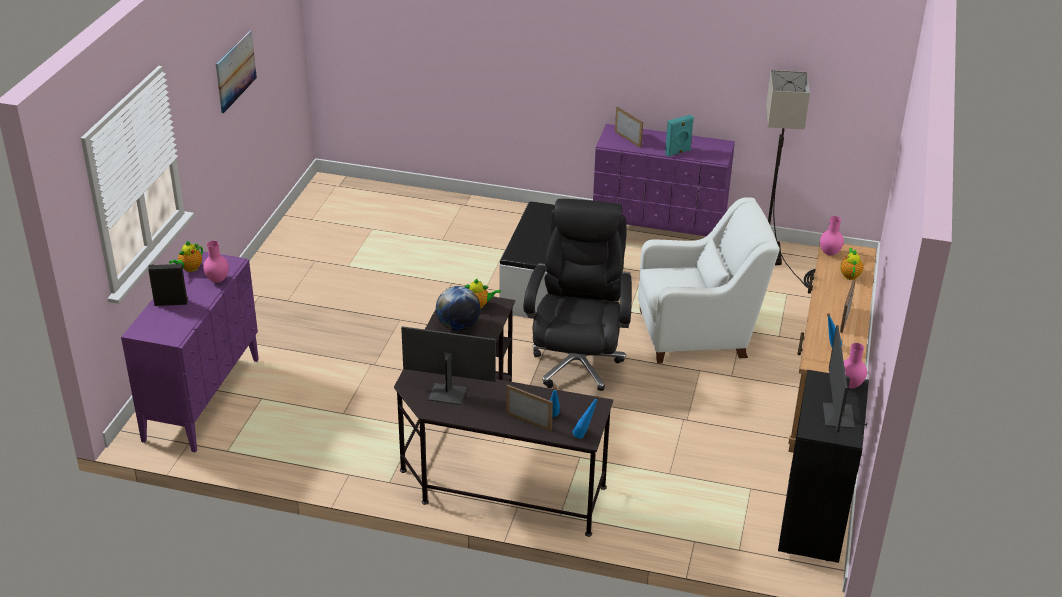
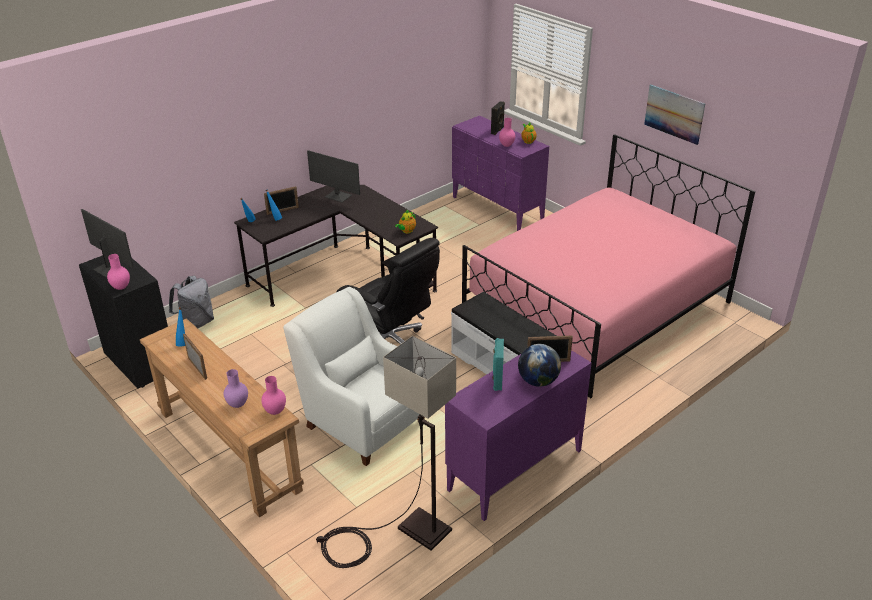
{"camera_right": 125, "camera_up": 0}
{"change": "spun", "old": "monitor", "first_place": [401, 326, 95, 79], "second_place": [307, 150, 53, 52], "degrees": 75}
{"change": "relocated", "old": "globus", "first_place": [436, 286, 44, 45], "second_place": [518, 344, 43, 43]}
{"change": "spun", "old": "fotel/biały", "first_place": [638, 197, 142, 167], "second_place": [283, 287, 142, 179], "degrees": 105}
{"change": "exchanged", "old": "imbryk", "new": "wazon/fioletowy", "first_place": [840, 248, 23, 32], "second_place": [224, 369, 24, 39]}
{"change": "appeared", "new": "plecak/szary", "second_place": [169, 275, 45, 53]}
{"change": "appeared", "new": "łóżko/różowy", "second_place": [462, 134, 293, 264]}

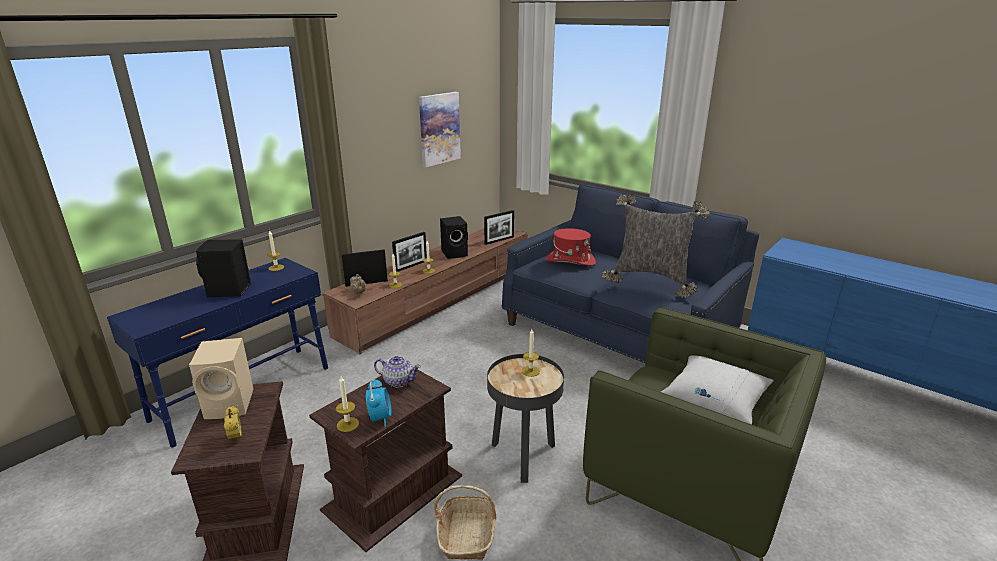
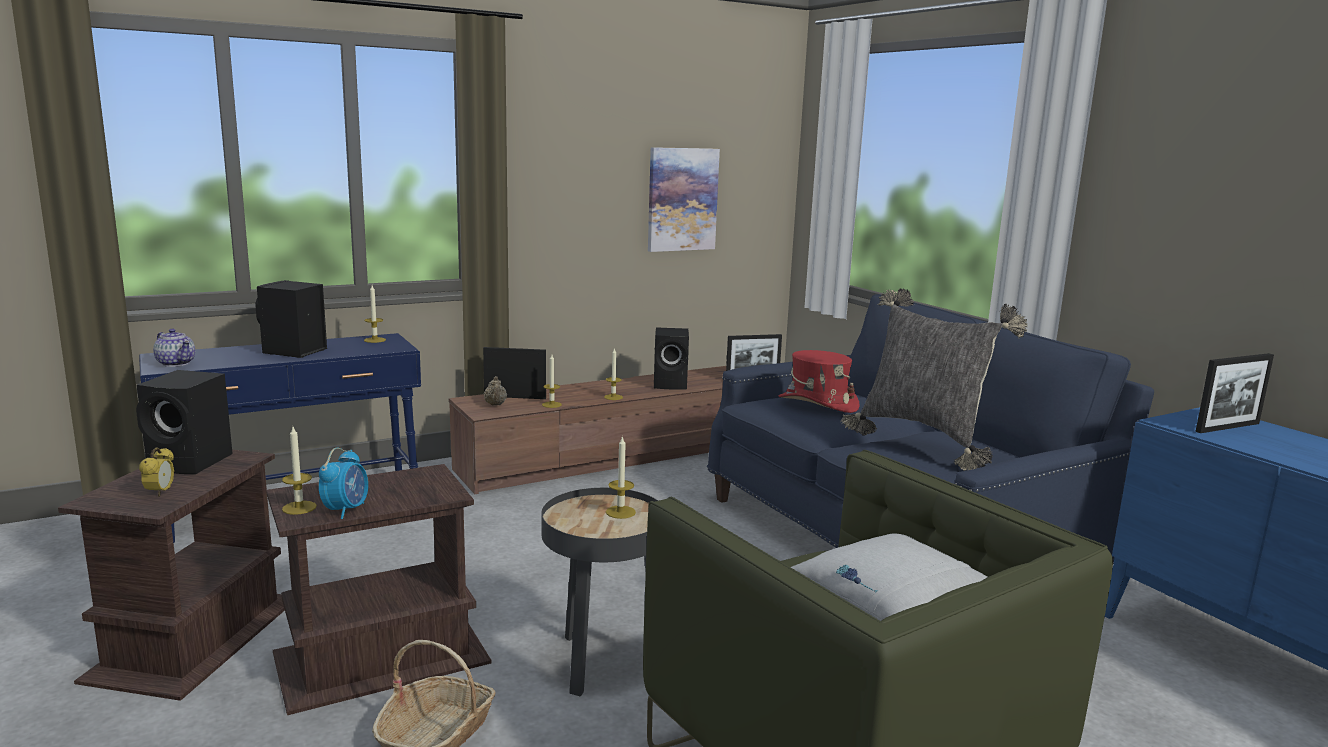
{"camera_right": 20, "camera_up": -10}
{"change": "colour", "old": "głośnik/beżowy", "new": "głośnik/czarny", "first_place": [189, 338, 64, 81], "second_place": [136, 370, 97, 104]}
{"change": "relocated", "old": "imbryk", "first_place": [374, 356, 47, 32], "second_place": [153, 329, 42, 38]}
{"change": "relocated", "old": "ramka na zdjęcie", "first_place": [392, 232, 35, 40], "second_place": [1195, 353, 79, 80]}

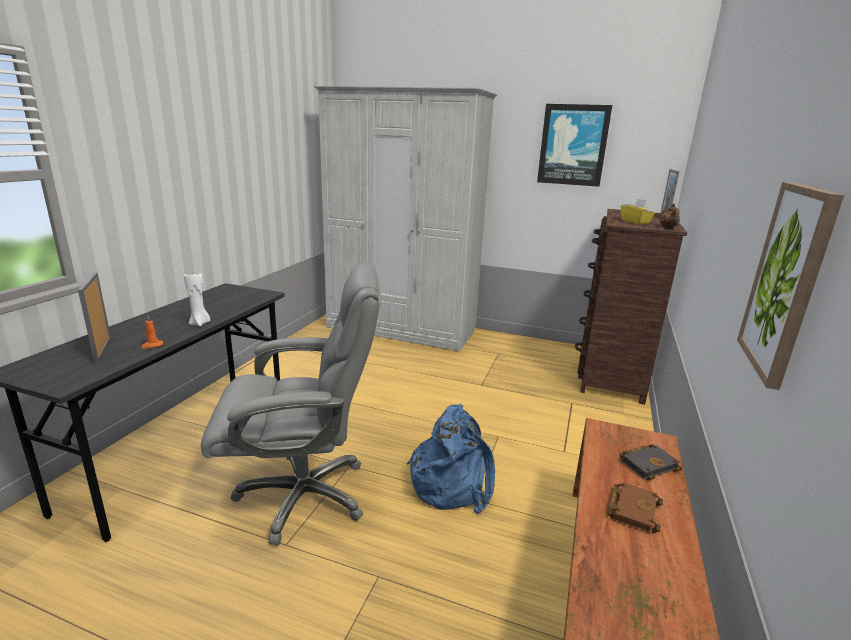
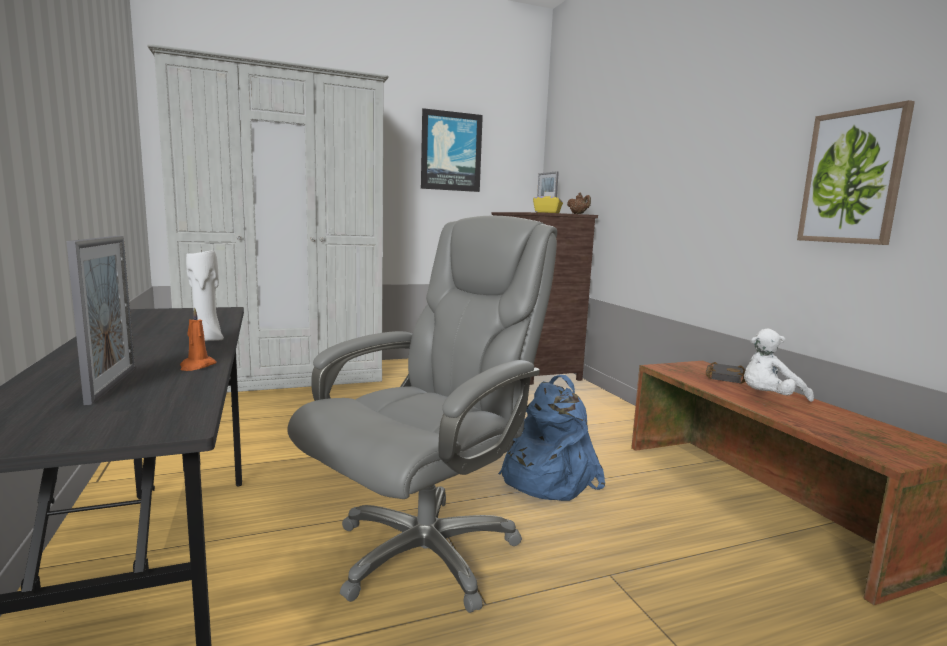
{"camera_right": -40, "camera_up": -10}
{"change": "spun", "old": "ramka na zdjęcie", "first_place": [78, 272, 33, 90], "second_place": [66, 236, 69, 169], "degrees": -135}
{"change": "exchanged", "old": "książka/brązowy", "new": "pluszak/biały", "first_place": [607, 483, 56, 51], "second_place": [744, 329, 70, 73]}

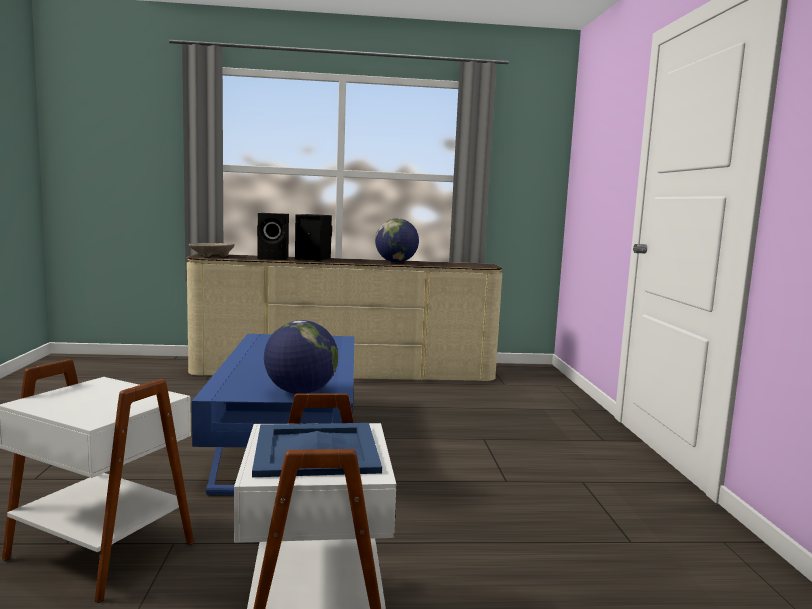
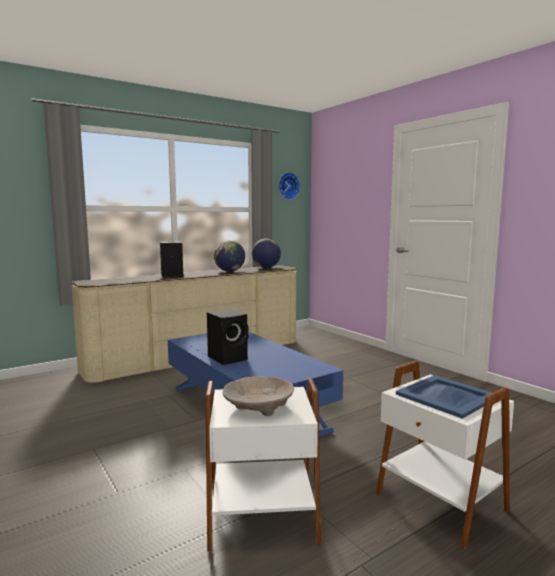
{"camera_right": -30, "camera_up": 0}
{"change": "relocated", "old": "miska/beżowy", "first_place": [189, 243, 46, 14], "second_place": [222, 376, 72, 40]}
{"change": "relocated", "old": "głośnik/czarny", "first_place": [257, 213, 32, 47], "second_place": [207, 309, 42, 56]}
{"change": "relocated", "old": "globus", "first_place": [264, 320, 74, 74], "second_place": [252, 239, 29, 29]}
{"change": "appeared", "new": "zegar ścienny", "second_place": [278, 172, 22, 28]}

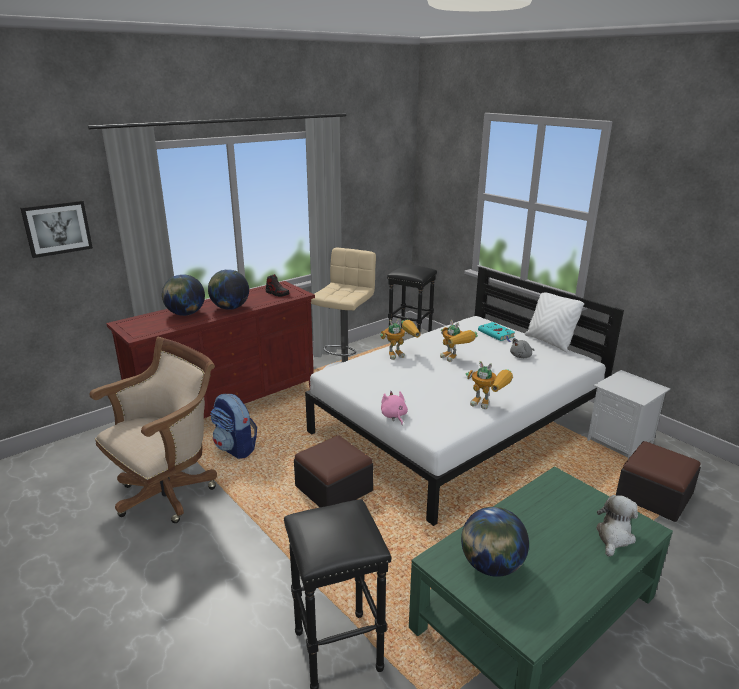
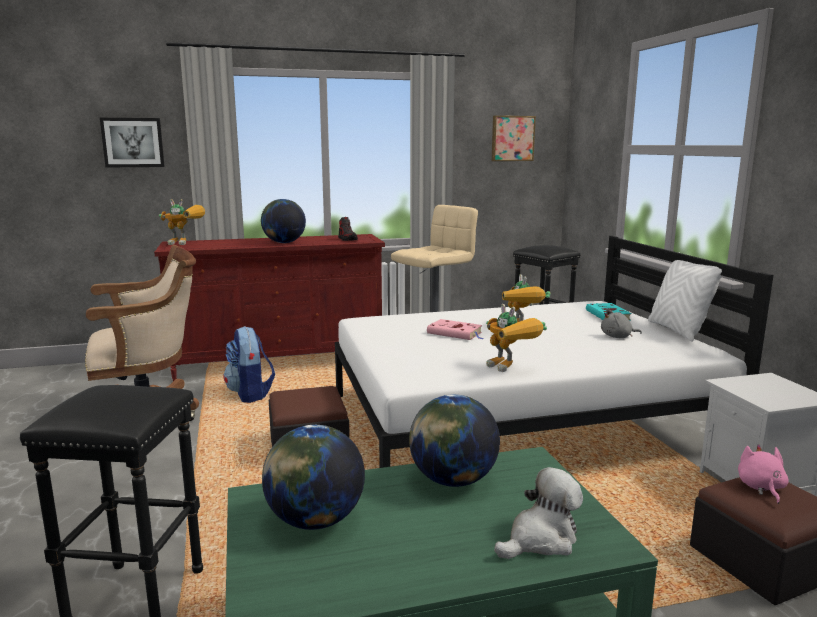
{"camera_right": 25, "camera_up": -10}
{"change": "relocated", "old": "globus", "first_place": [162, 274, 43, 42], "second_place": [409, 394, 91, 93]}
{"change": "relocated", "old": "robot zabawkowy", "first_place": [380, 318, 41, 42], "second_place": [159, 199, 46, 46]}
{"change": "relocated", "old": "pluszak/różowy", "first_place": [381, 391, 27, 34], "second_place": [738, 444, 51, 60]}
{"change": "appeared", "new": "książka/różowy", "second_place": [427, 319, 58, 21]}
{"change": "appeared", "new": "obraz", "second_place": [492, 116, 44, 45]}

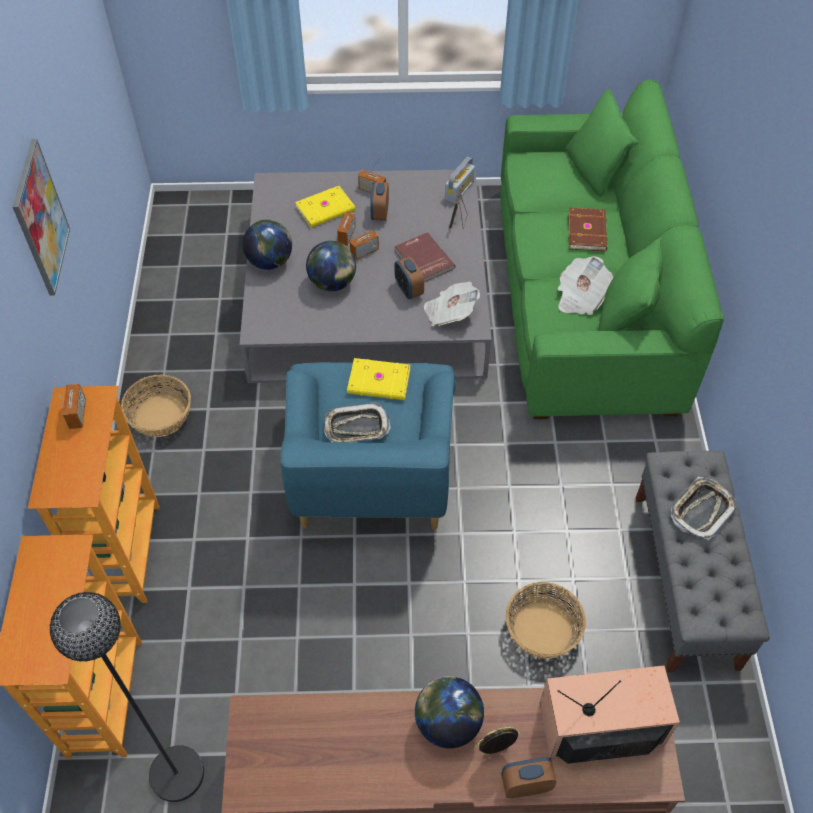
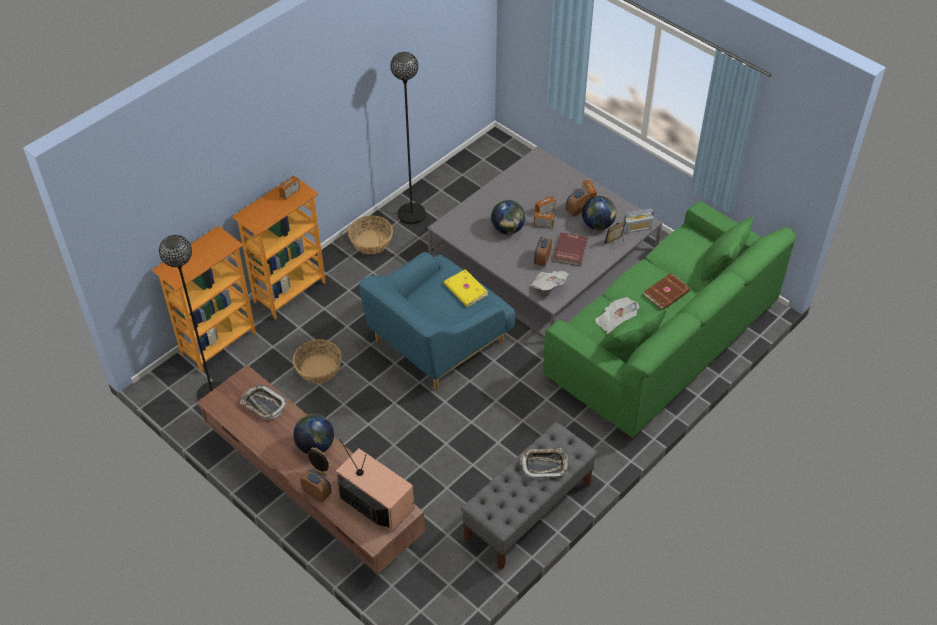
{"camera_right": 45, "camera_up": -5}
{"change": "missing", "old": "obraz", "first_place": [13, 139, 57, 156]}
{"change": "relocated", "old": "globus", "first_place": [243, 219, 49, 51], "second_place": [582, 196, 34, 34]}
{"change": "missing", "old": "książka/żółty", "first_place": [295, 186, 61, 42]}
{"change": "relocated", "old": "taca", "first_place": [324, 403, 67, 39], "second_place": [240, 385, 47, 34]}
{"change": "relocated", "old": "koszyk", "first_place": [506, 582, 80, 76], "second_place": [293, 340, 49, 43]}
{"change": "appeared", "new": "lampa stojąca/czarny", "second_place": [390, 52, 36, 172]}

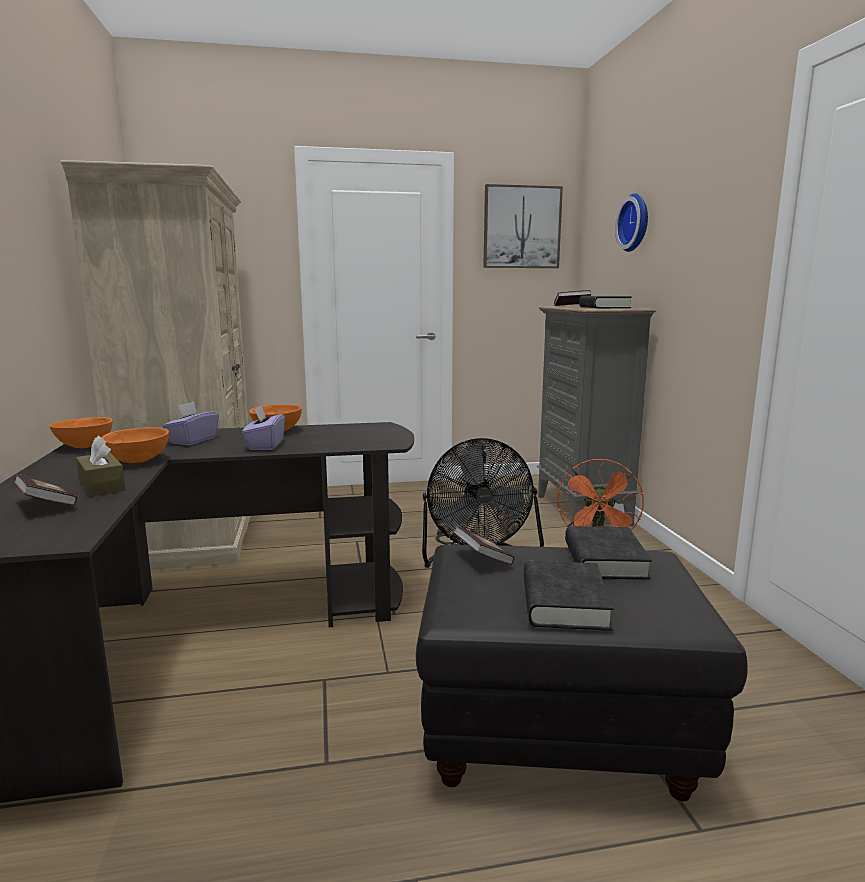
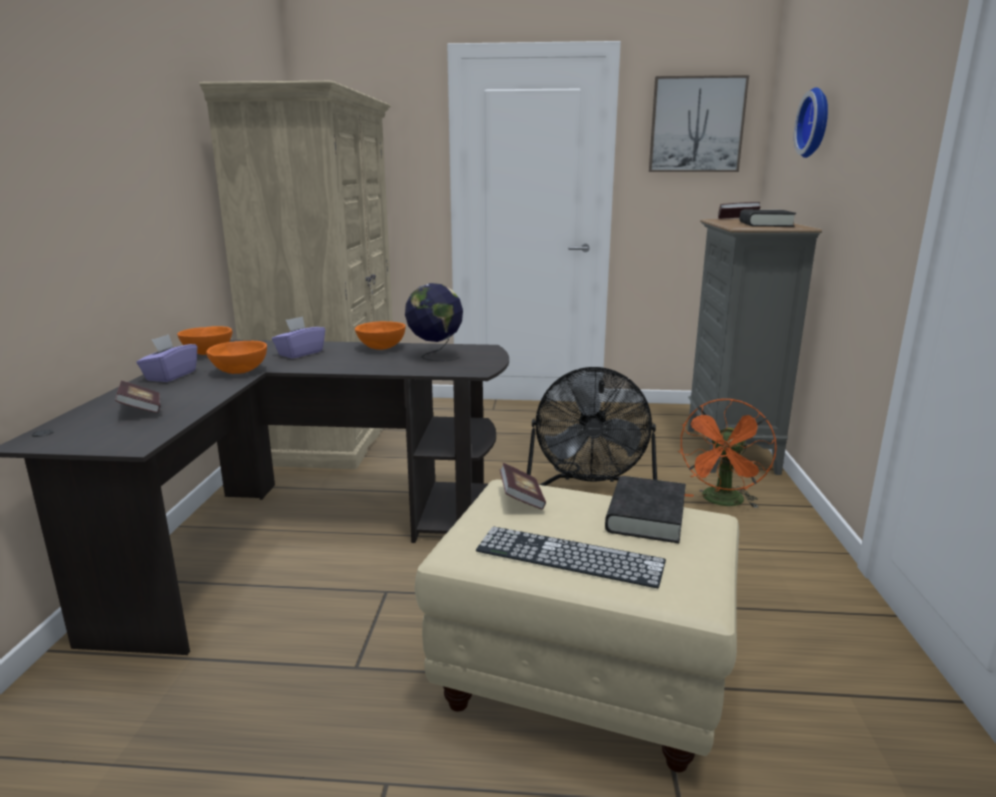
{"camera_right": 15, "camera_up": 5}
{"change": "missing", "old": "pudełko chusteczek/brązowy", "first_place": [76, 436, 50, 61]}
{"change": "relocated", "old": "pudełko chusteczek/fioletowy", "first_place": [242, 405, 43, 45], "second_place": [137, 334, 60, 48]}
{"change": "colour", "old": "pufa/czarny", "new": "pufa/beżowy", "first_place": [416, 545, 332, 256], "second_place": [415, 480, 324, 292]}
{"change": "exchanged", "old": "książka/czarny", "new": "klawiatura", "first_place": [524, 561, 89, 70], "second_place": [476, 527, 190, 61]}
{"change": "appeared", "new": "globus", "second_place": [405, 283, 58, 78]}

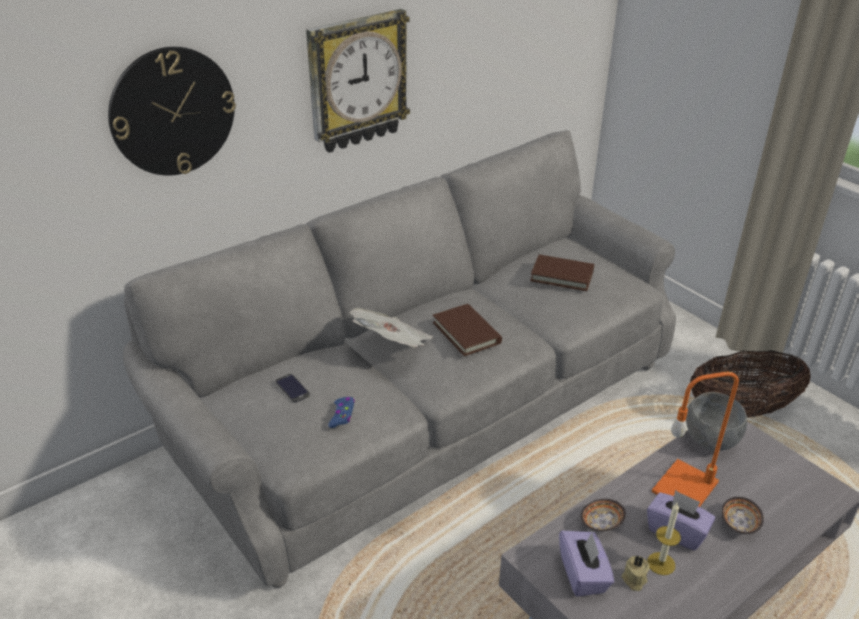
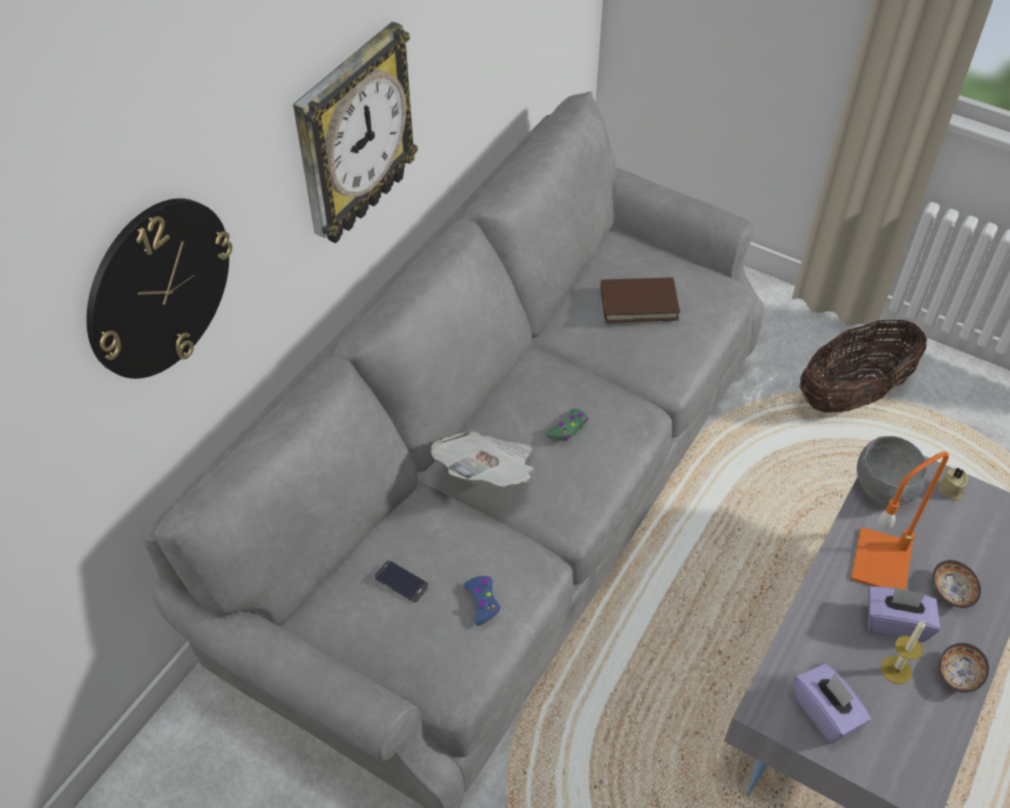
{"camera_right": -20, "camera_up": 15}
{"change": "exchanged", "old": "książka/brązowy", "new": "pad do gier/zielony", "first_place": [433, 304, 69, 52], "second_place": [546, 409, 42, 32]}
{"change": "relocated", "old": "miska", "first_place": [581, 499, 45, 33], "second_place": [939, 643, 50, 50]}
{"change": "relocated", "old": "świeca/beżowy", "first_place": [622, 555, 28, 36], "second_place": [938, 468, 30, 32]}

